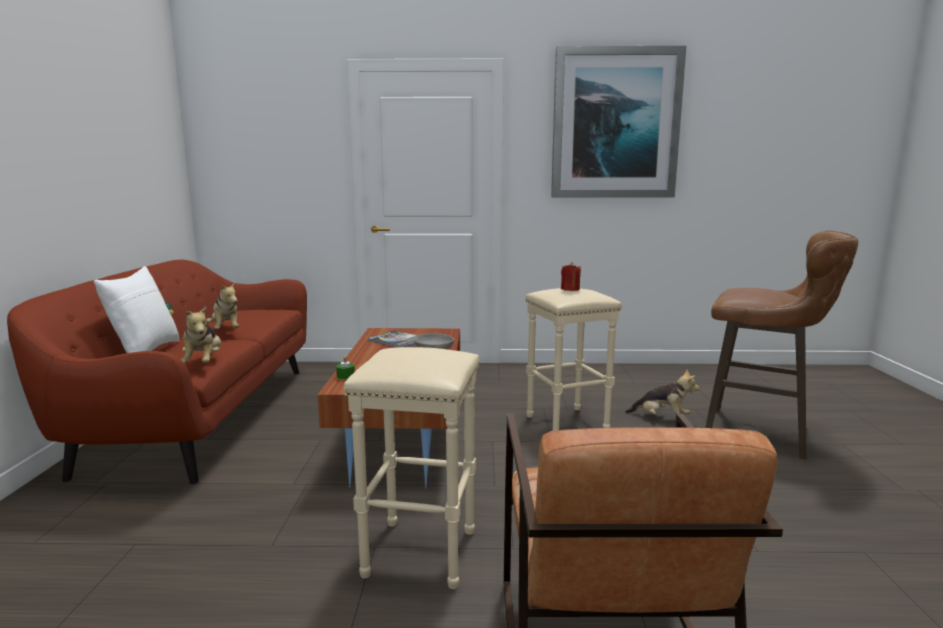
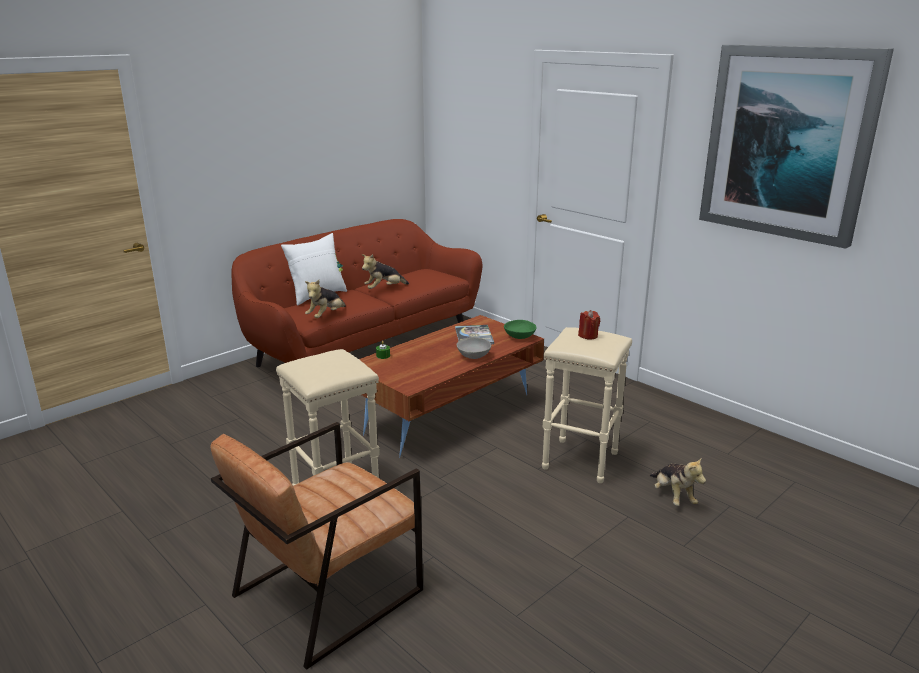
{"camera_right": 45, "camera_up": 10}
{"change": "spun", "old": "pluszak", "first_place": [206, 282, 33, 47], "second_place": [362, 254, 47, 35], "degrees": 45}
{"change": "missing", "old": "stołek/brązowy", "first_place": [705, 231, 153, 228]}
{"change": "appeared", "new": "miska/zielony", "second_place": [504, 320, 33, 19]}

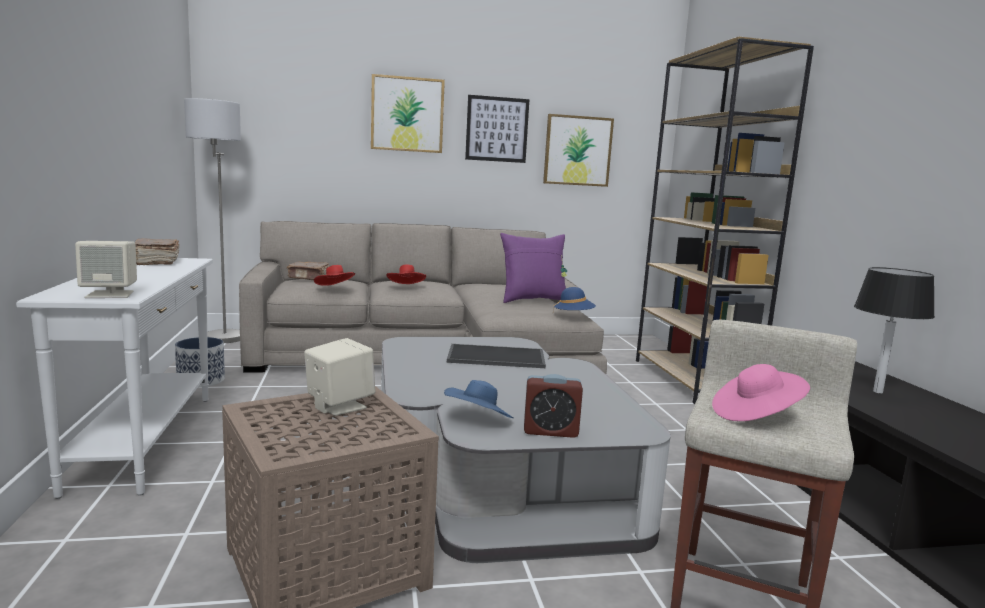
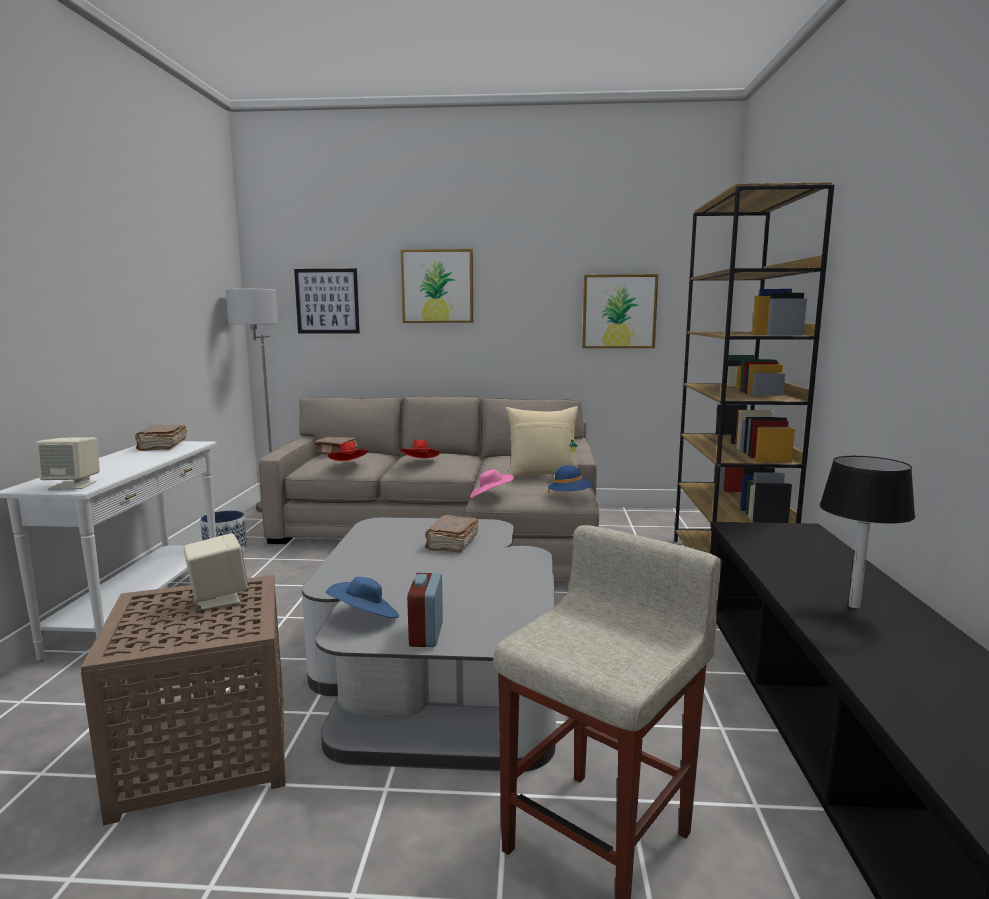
{"camera_right": 15, "camera_up": 0}
{"change": "exchanged", "old": "taca", "new": "książka/brązowy", "first_place": [447, 344, 99, 24], "second_place": [425, 515, 54, 38]}
{"change": "relocated", "old": "obraz", "first_place": [465, 95, 64, 68], "second_place": [294, 269, 66, 65]}
{"change": "colour", "old": "poduszka/fioletowy", "new": "poduszka/beżowy", "first_place": [500, 233, 68, 70], "second_place": [506, 406, 72, 73]}
{"change": "spun", "old": "budzik", "first_place": [524, 374, 59, 64], "second_place": [407, 573, 36, 74], "degrees": 75}
{"change": "relocated", "old": "kapelusz/różowy", "first_place": [712, 364, 98, 57], "second_place": [470, 469, 44, 29]}

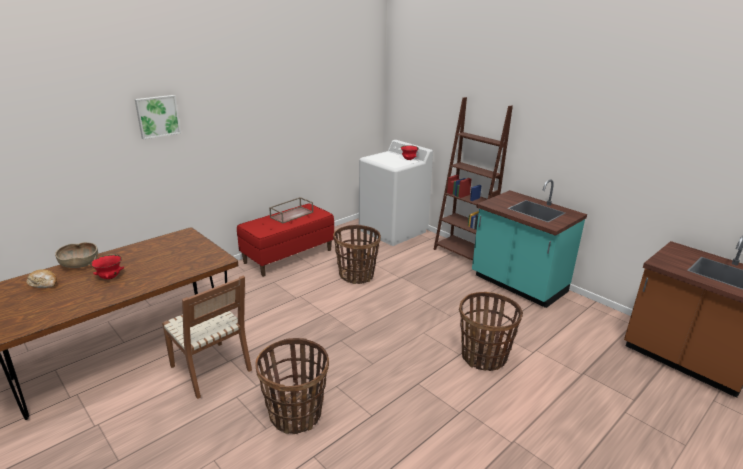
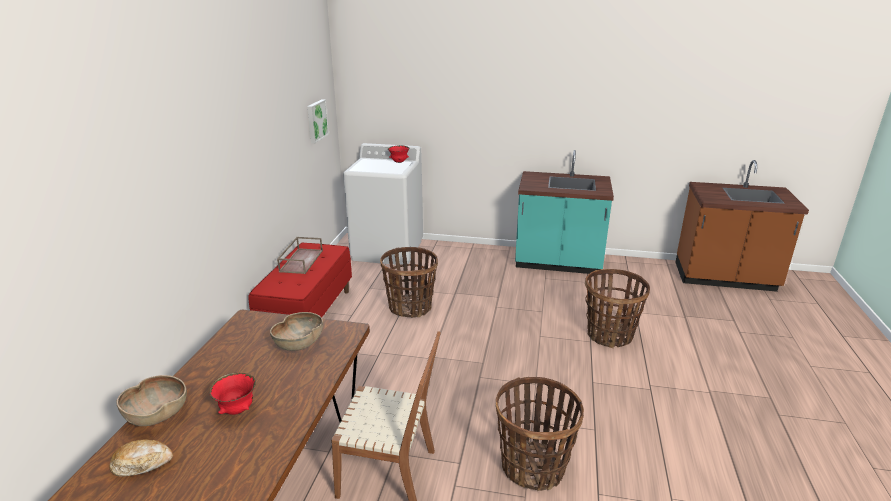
{"camera_right": -35, "camera_up": 0}
{"change": "relocated", "old": "obraz", "first_place": [135, 95, 46, 44], "second_place": [307, 99, 22, 44]}
{"change": "missing", "old": "regał/brązowy", "first_place": [433, 97, 80, 164]}
{"change": "appeared", "new": "miska/brązowy", "second_place": [270, 312, 53, 39]}

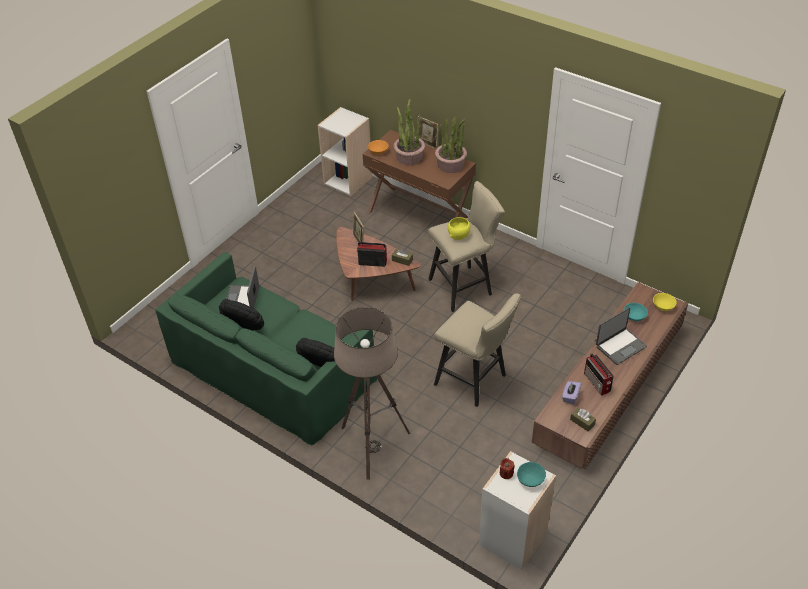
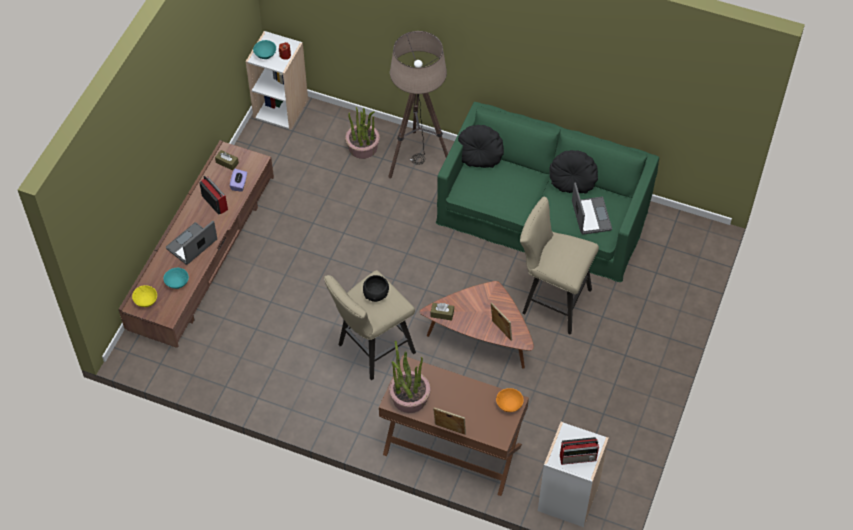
{"camera_right": 165, "camera_up": 10}
{"change": "relocated", "old": "radio", "first_place": [356, 242, 31, 25], "second_place": [560, 437, 39, 28]}
{"change": "relocated", "old": "roślina doniczkowa", "first_place": [394, 99, 31, 66], "second_place": [345, 107, 35, 52]}
{"change": "relocated", "old": "stołek/beżowy", "first_place": [434, 293, 87, 114], "second_place": [520, 196, 79, 139]}
{"change": "colour", "old": "miska/żółty", "new": "miska/czarny", "first_place": [448, 217, 22, 23], "second_place": [363, 275, 26, 27]}

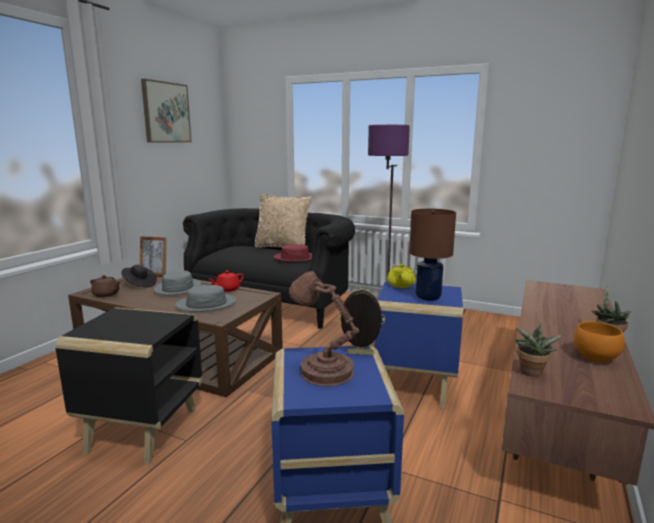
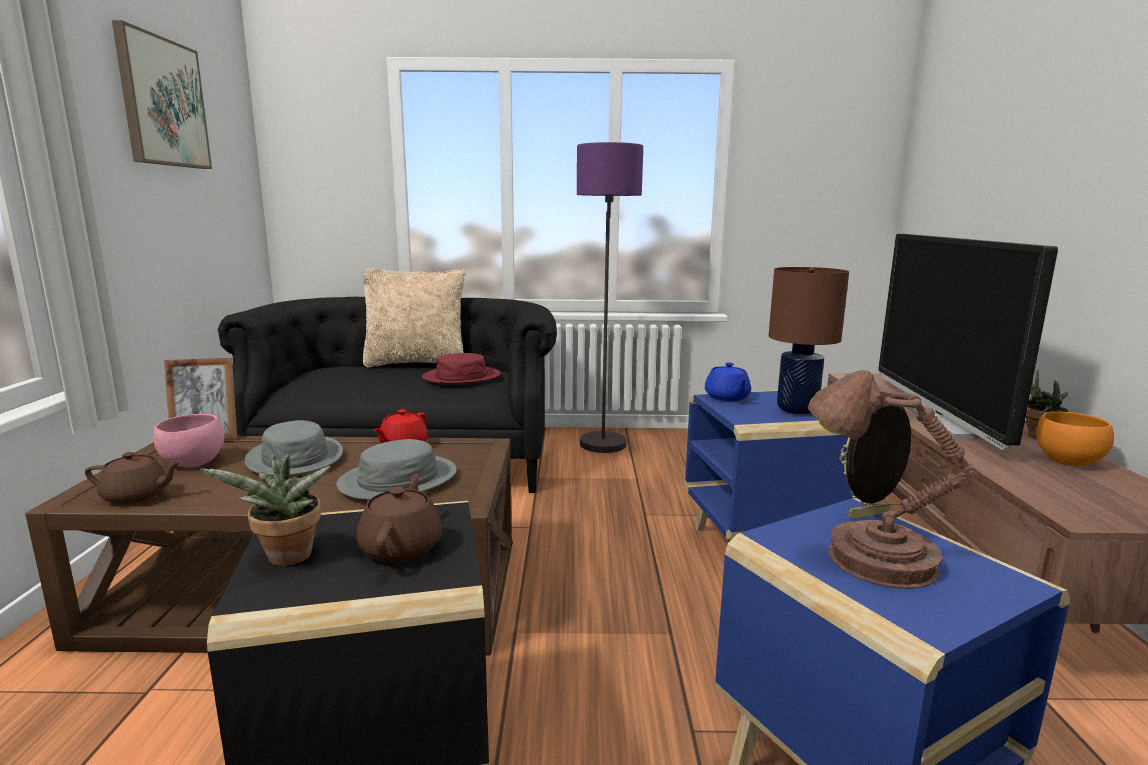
{"camera_right": -25, "camera_up": 0}
{"change": "exchanged", "old": "kapelusz/czarny", "new": "miska/różowy", "first_place": [121, 265, 36, 23], "second_place": [154, 414, 70, 54]}
{"change": "colour", "old": "imbryk/żółty", "new": "imbryk/niebieski", "first_place": [387, 264, 28, 24], "second_place": [705, 362, 46, 39]}
{"change": "relocated", "old": "roślina doniczkowa", "first_place": [515, 324, 49, 53], "second_place": [200, 451, 131, 115]}
{"change": "appeared", "new": "imbryk/brązowy", "second_place": [357, 474, 85, 89]}
{"change": "appeared", "new": "telewizor", "second_place": [878, 234, 180, 216]}

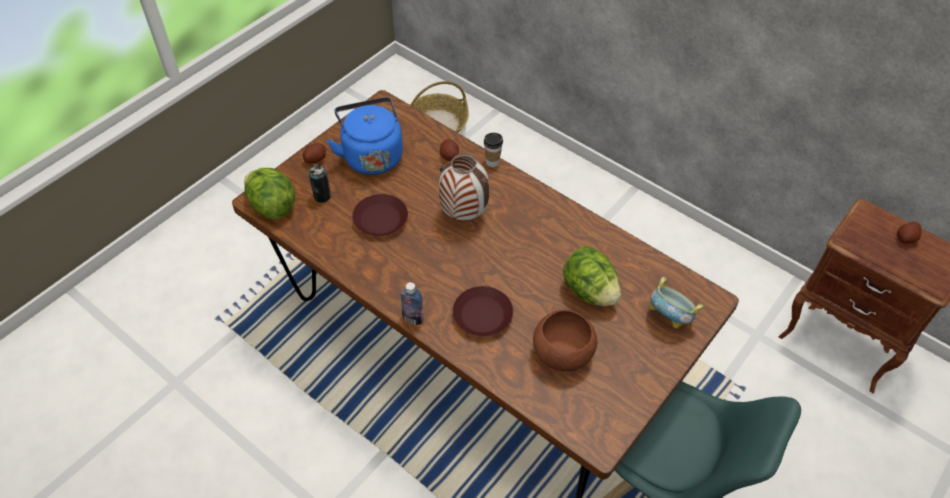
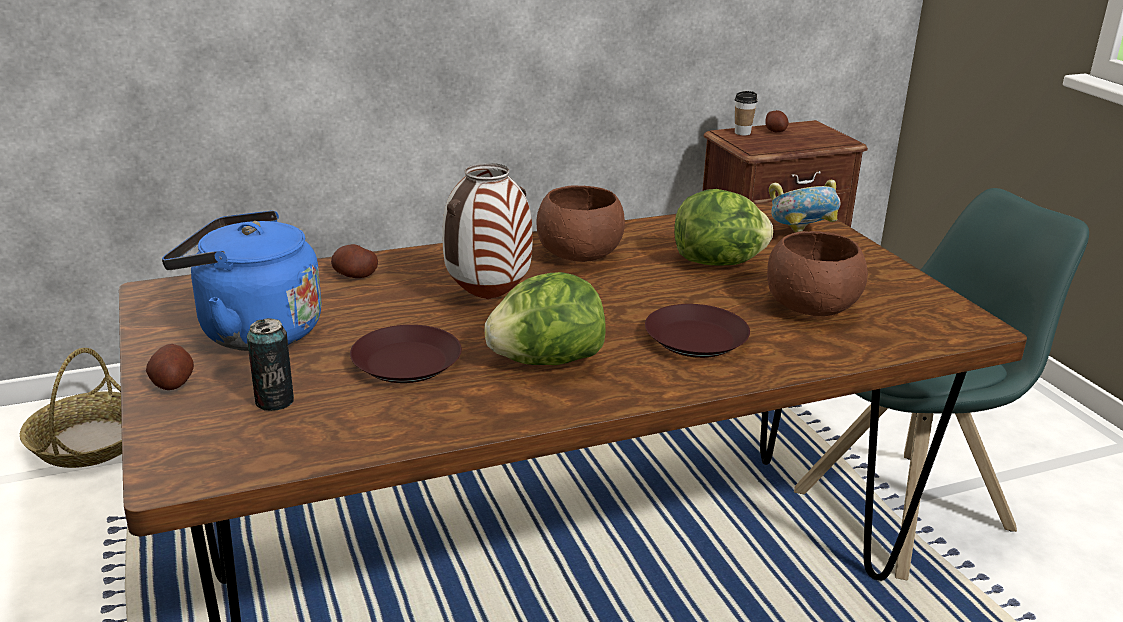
{"camera_right": -60, "camera_up": -25}
{"change": "relocated", "old": "sałata", "first_place": [244, 168, 51, 52], "second_place": [485, 272, 121, 93]}
{"change": "missing", "old": "butelka", "first_place": [400, 282, 24, 43]}
{"change": "relocated", "old": "filiżanka", "first_place": [484, 133, 19, 34], "second_place": [735, 91, 23, 44]}
{"change": "appeared", "new": "miska/brązowy", "second_place": [537, 185, 88, 77]}

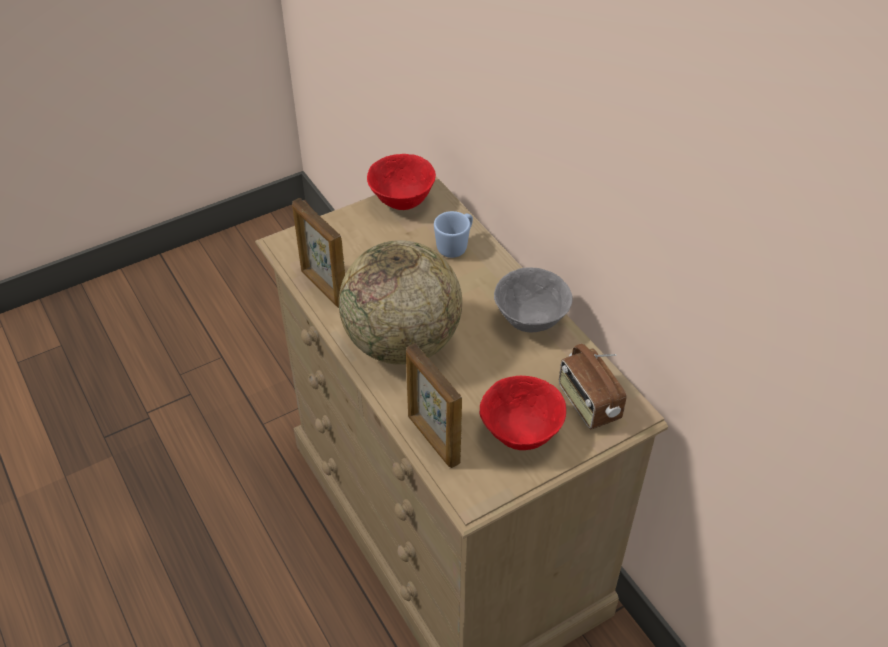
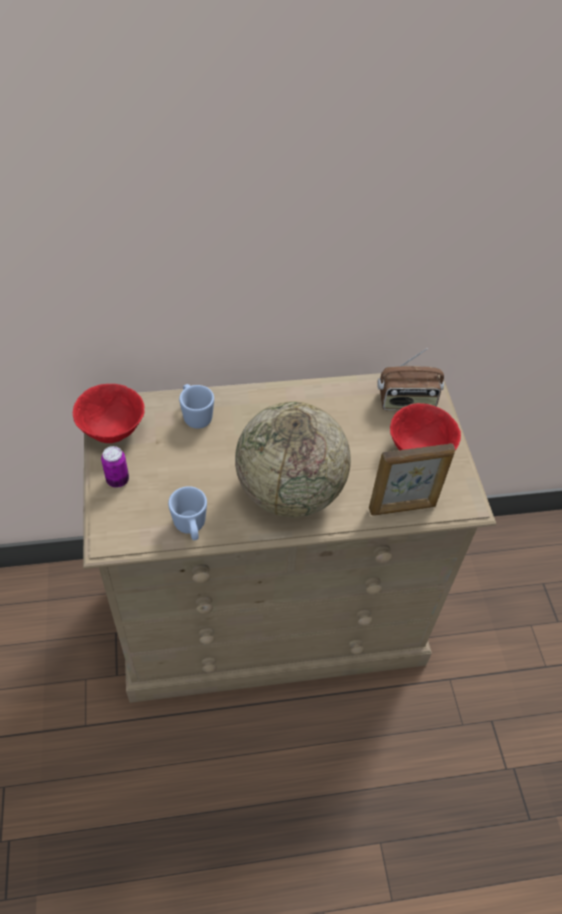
{"camera_right": -70, "camera_up": 5}
{"change": "exchanged", "old": "ramka na zdjęcie", "new": "kubek/niebieski", "first_place": [292, 198, 53, 110], "second_place": [168, 486, 39, 54]}
{"change": "missing", "old": "miska/szary", "first_place": [494, 267, 79, 65]}
{"change": "appeared", "new": "puszka", "second_place": [101, 446, 28, 42]}

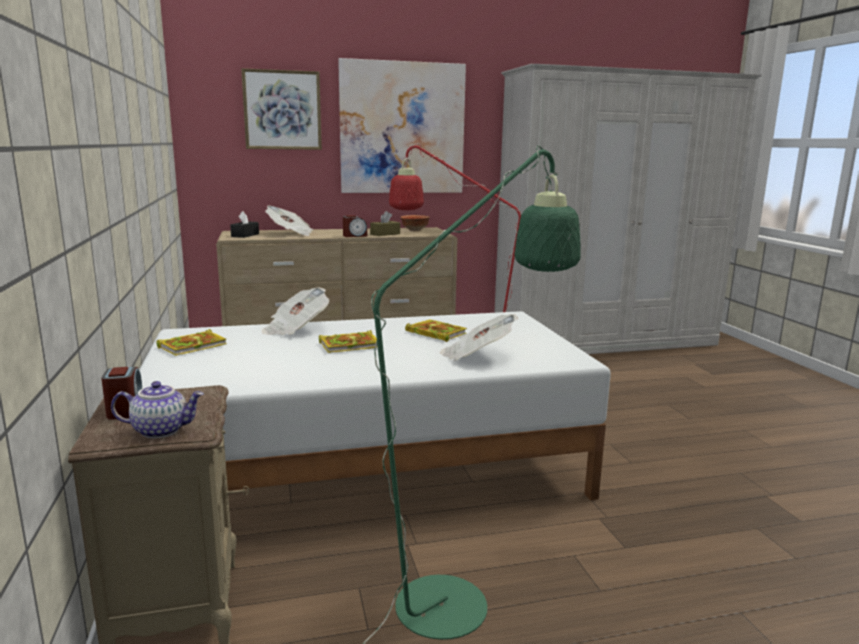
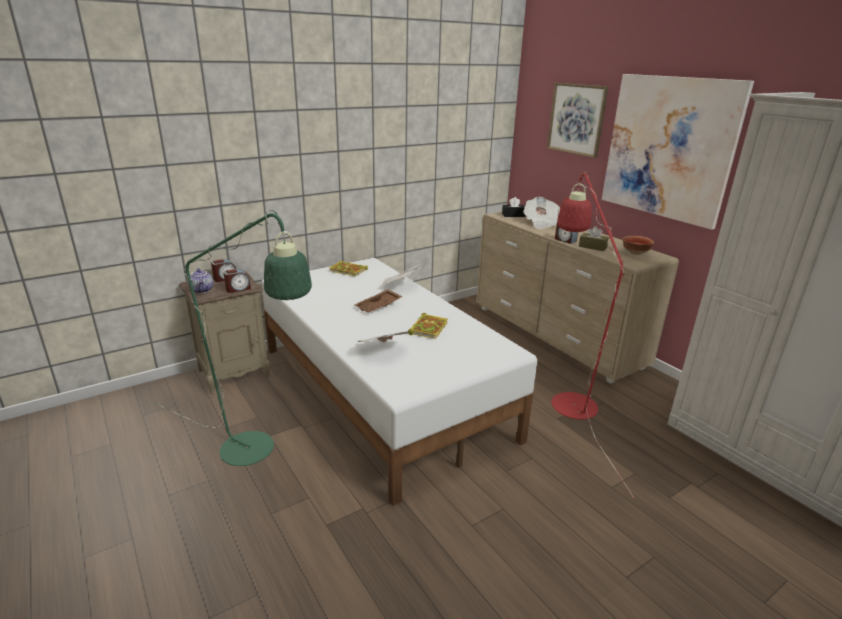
{"camera_right": 70, "camera_up": 10}
{"change": "exchanged", "old": "książka", "new": "taca/brązowy", "first_place": [319, 330, 59, 23], "second_place": [355, 289, 47, 24]}
{"change": "appeared", "new": "budzik", "second_place": [223, 269, 28, 24]}

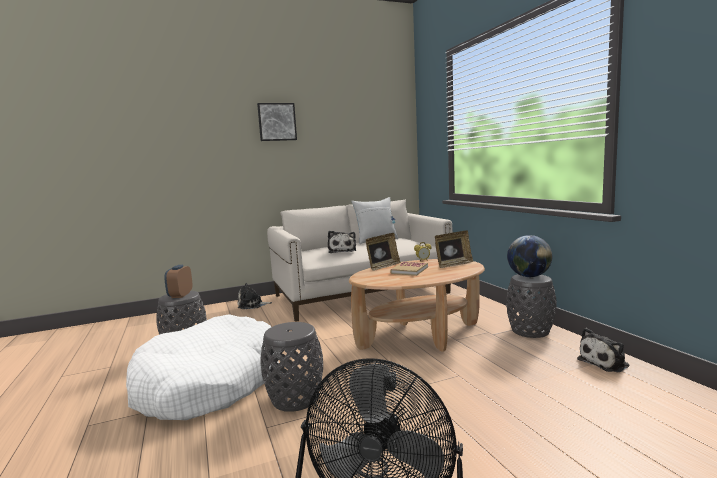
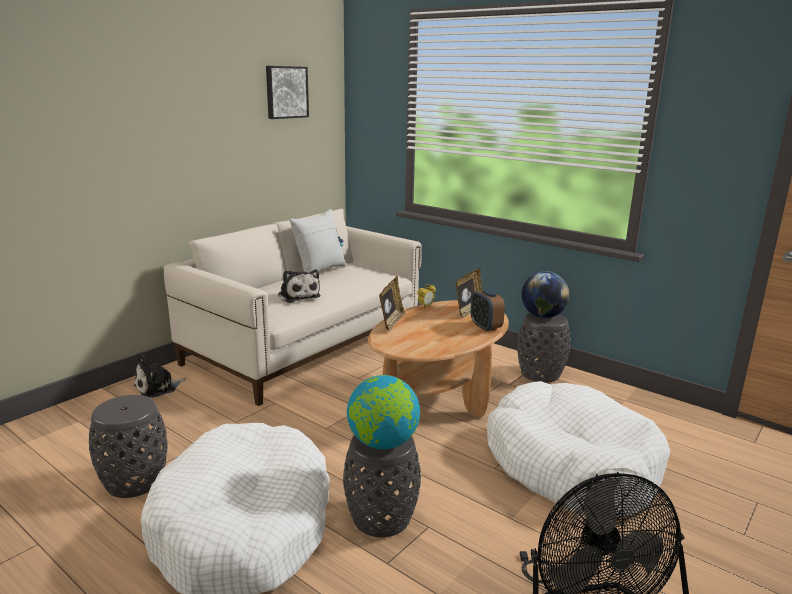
{"camera_right": -30, "camera_up": 10}
{"change": "relocated", "old": "budzik", "first_place": [164, 265, 28, 33], "second_place": [471, 289, 34, 43]}
{"change": "relocated", "old": "obraz", "first_place": [257, 103, 40, 38], "second_place": [266, 66, 43, 53]}
{"change": "missing", "old": "książka", "first_place": [391, 261, 37, 15]}
{"change": "missing", "old": "pluszak", "first_place": [577, 328, 52, 44]}
{"change": "appeared", "new": "globus", "second_place": [347, 375, 73, 74]}
{"change": "appeared", "new": "legowisko/biały", "second_place": [487, 381, 183, 136]}

